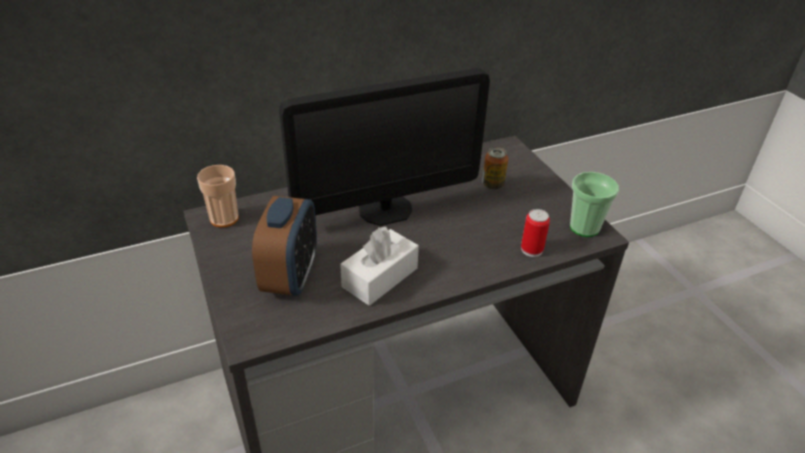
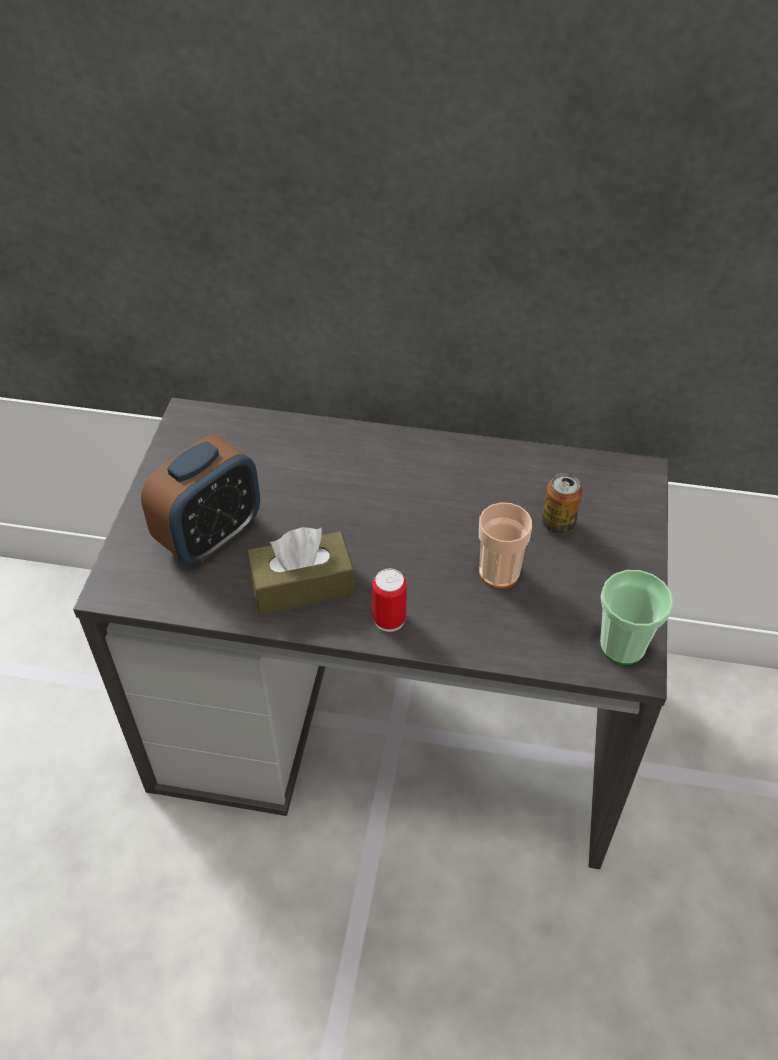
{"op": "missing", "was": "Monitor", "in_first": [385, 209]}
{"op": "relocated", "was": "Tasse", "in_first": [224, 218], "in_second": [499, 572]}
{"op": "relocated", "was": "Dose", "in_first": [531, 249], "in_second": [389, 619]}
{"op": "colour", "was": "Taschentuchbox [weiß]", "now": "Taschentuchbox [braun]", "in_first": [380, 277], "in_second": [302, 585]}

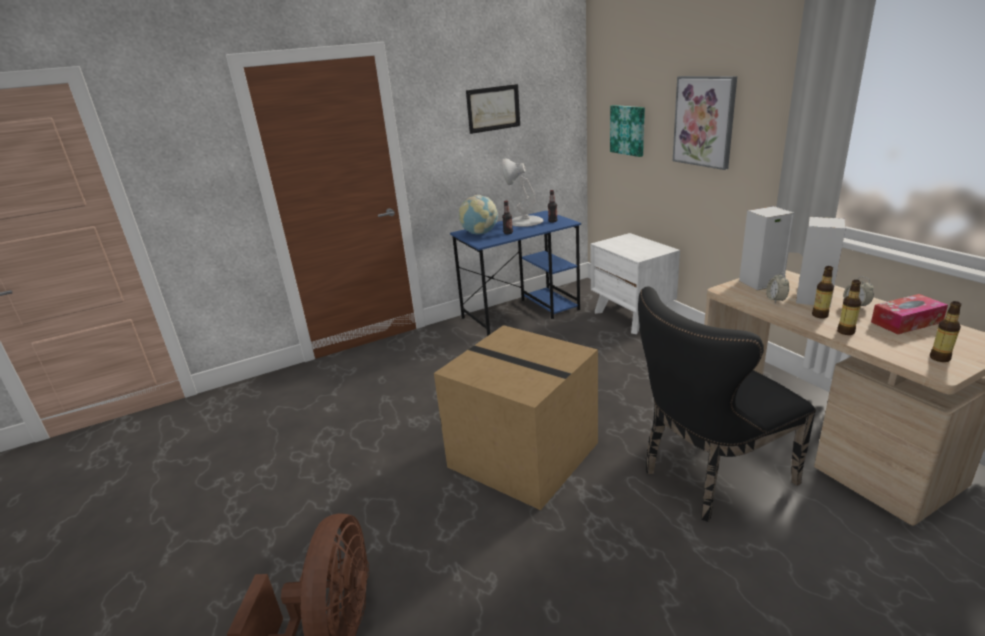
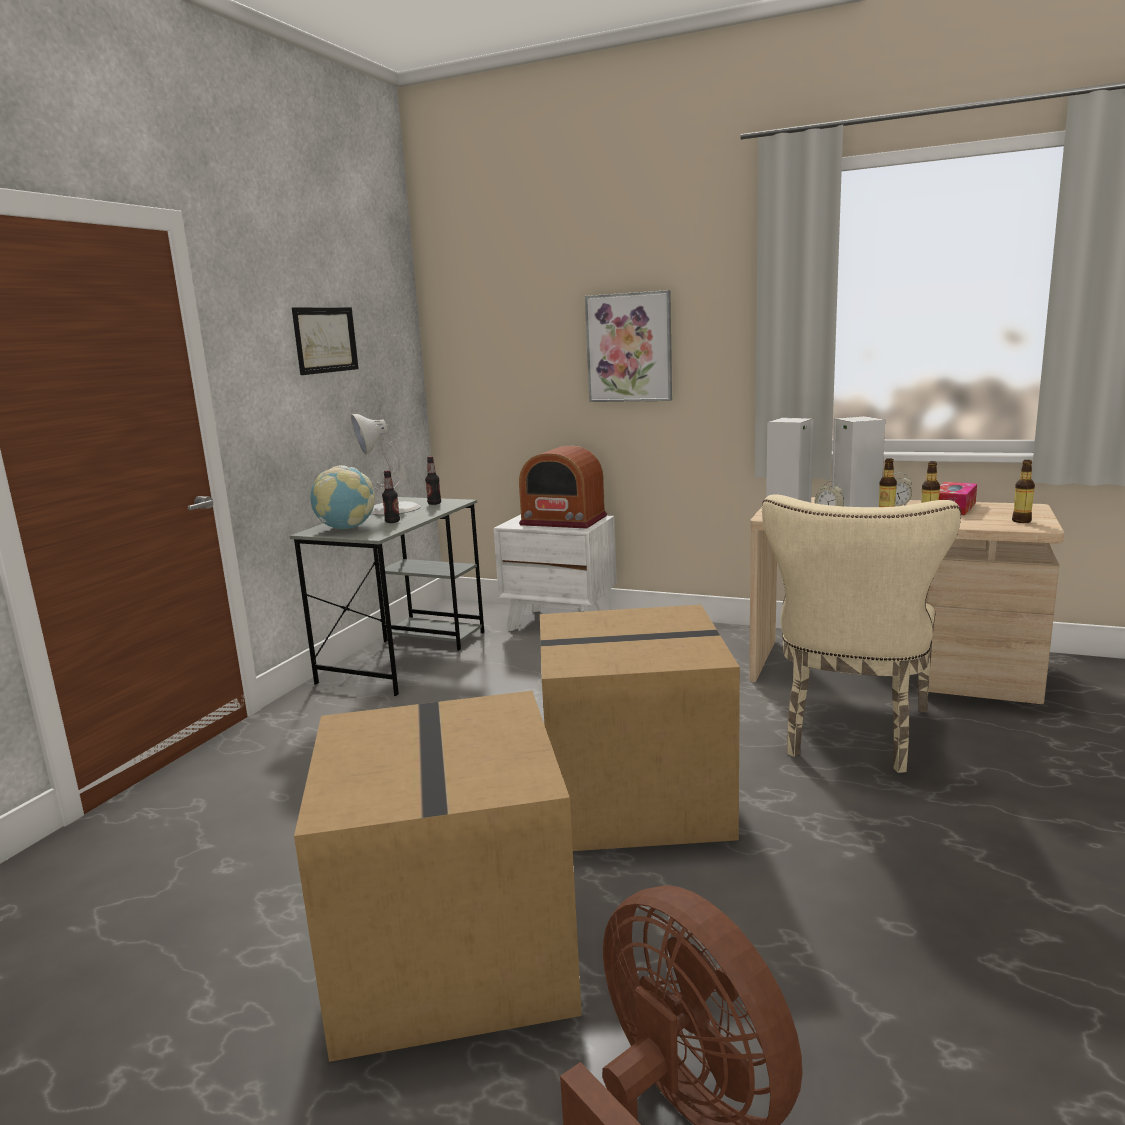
{"op": "missing", "was": "Bild", "in_first": [628, 130]}
{"op": "colour", "was": "Schreibtisch [blau]", "now": "Schreibtisch [grau]", "in_first": [521, 313], "in_second": [405, 655]}
{"op": "colour", "was": "Stuhl [schwarz]", "now": "Stuhl [beige]", "in_first": [709, 477], "in_second": [852, 736]}
{"op": "appeared", "now": "Radio", "in_second": [563, 520]}
{"op": "appeared", "now": "Karton", "in_second": [448, 949]}

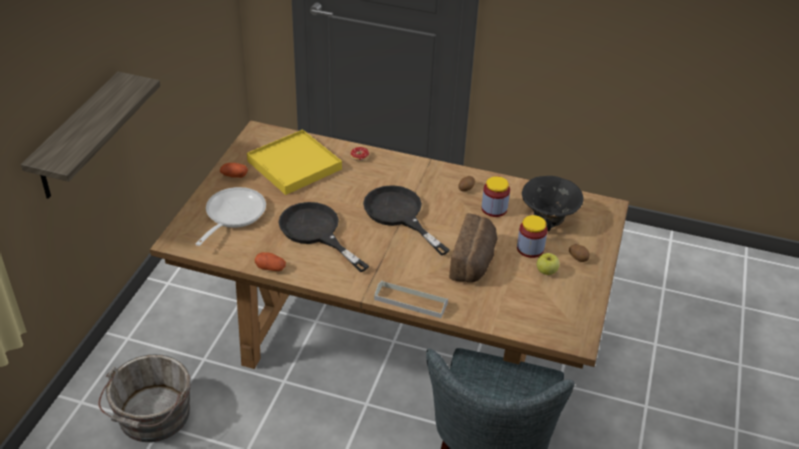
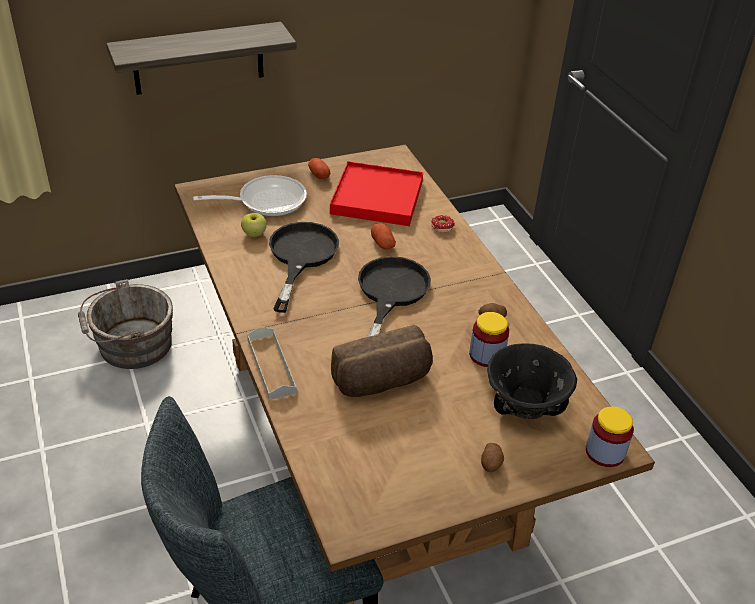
{"op": "colour", "was": "Tablett [gelb]", "now": "Tablett [rot]", "in_first": [294, 165], "in_second": [377, 198]}
{"op": "relocated", "was": "Vorratsglas", "in_first": [530, 248], "in_second": [605, 452]}
{"op": "relocated", "was": "Kartoffel", "in_first": [270, 268], "in_second": [383, 243]}
{"op": "relocated", "was": "Apfel", "in_first": [546, 271], "in_second": [254, 234]}

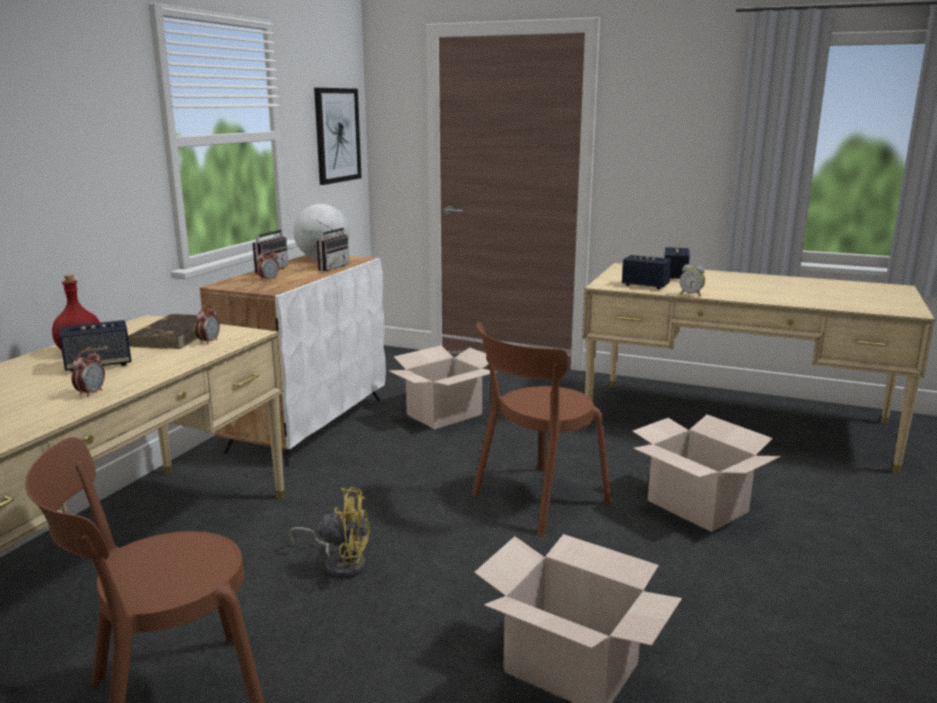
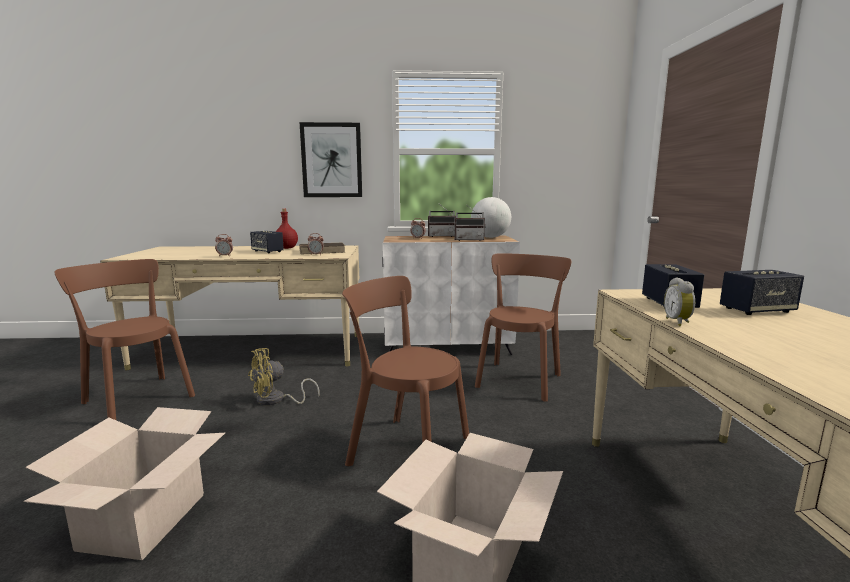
{"op": "relocated", "was": "Bild", "in_first": [337, 135], "in_second": [331, 160]}
{"op": "exchanged", "was": "Karton", "now": "Stuhl [braun]", "in_first": [444, 414], "in_second": [519, 379]}
{"op": "spun", "was": "Ventilator [gelb]", "in_first": [340, 563], "in_second": [276, 400], "clockwise": 75}

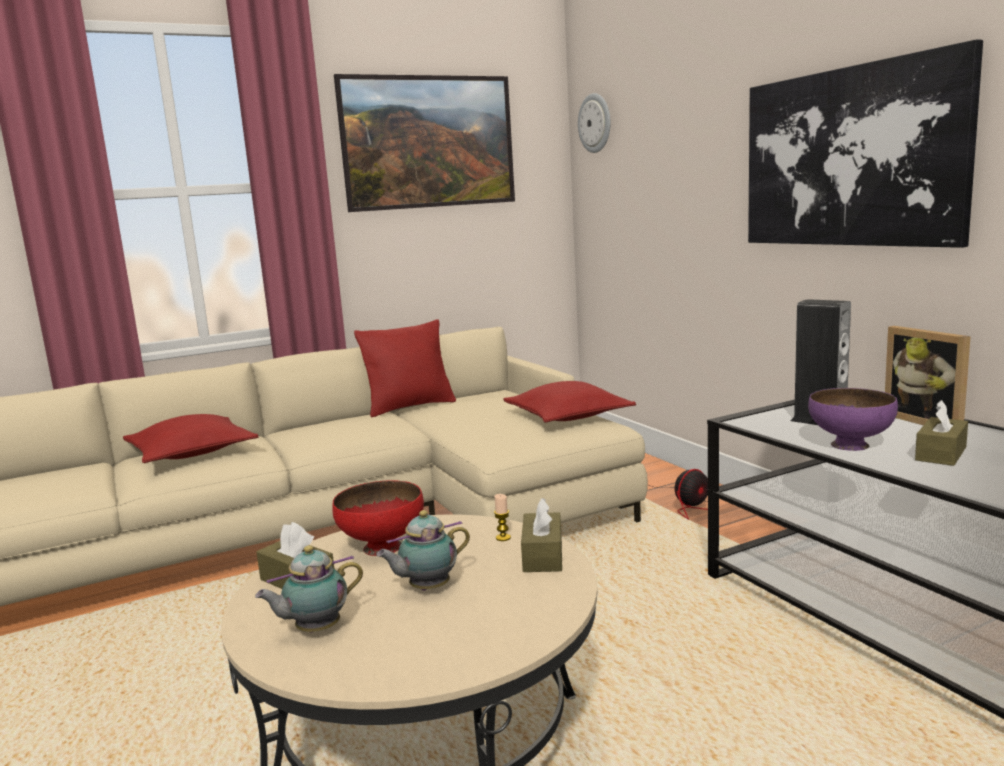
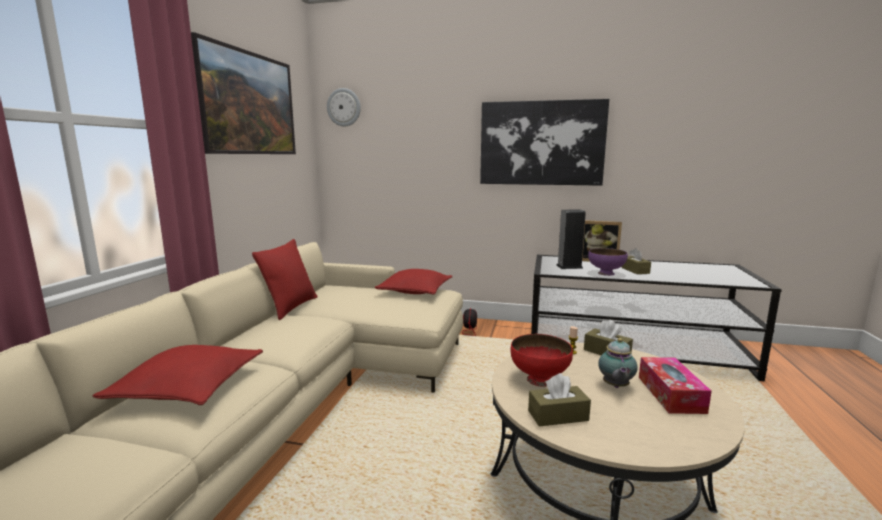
{"op": "missing", "was": "Teekanne", "in_first": [315, 630]}
{"op": "appeared", "now": "Taschentuchbox", "in_second": [670, 394]}

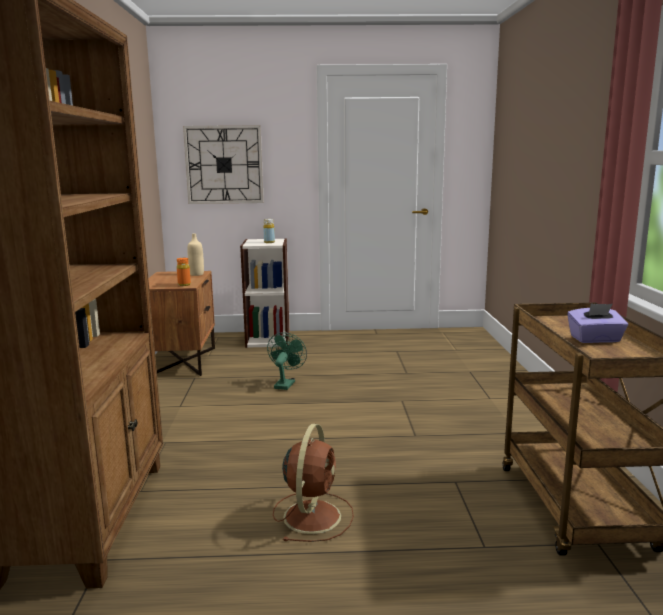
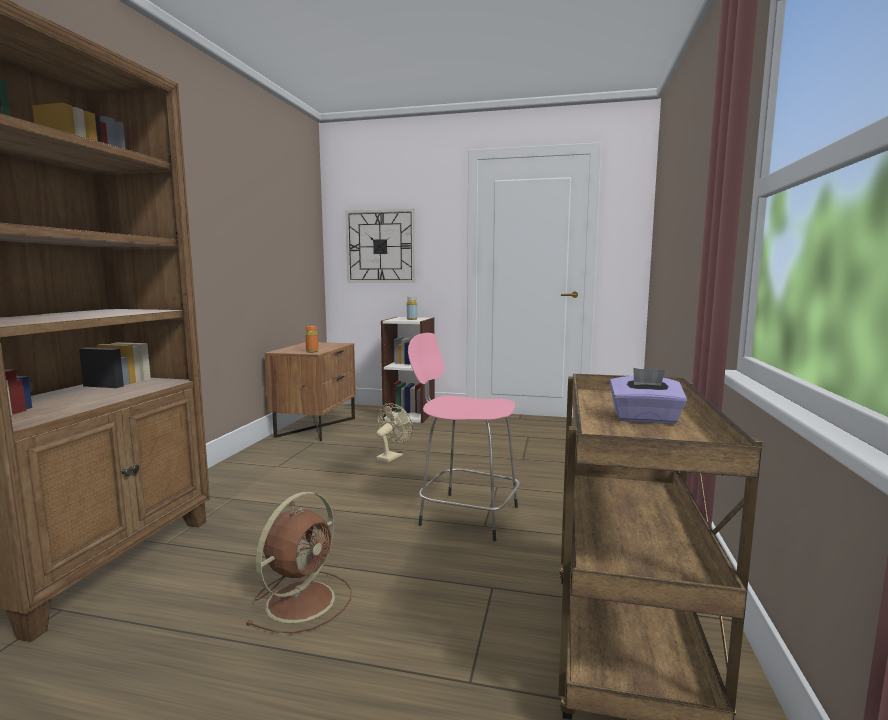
{"op": "missing", "was": "Flasche [beige]", "in_first": [196, 274]}
{"op": "colour", "was": "Ventilator [grün]", "now": "Ventilator [beige]", "in_first": [285, 383], "in_second": [392, 456]}
{"op": "appeared", "now": "Hocker [rosa]", "in_second": [466, 515]}

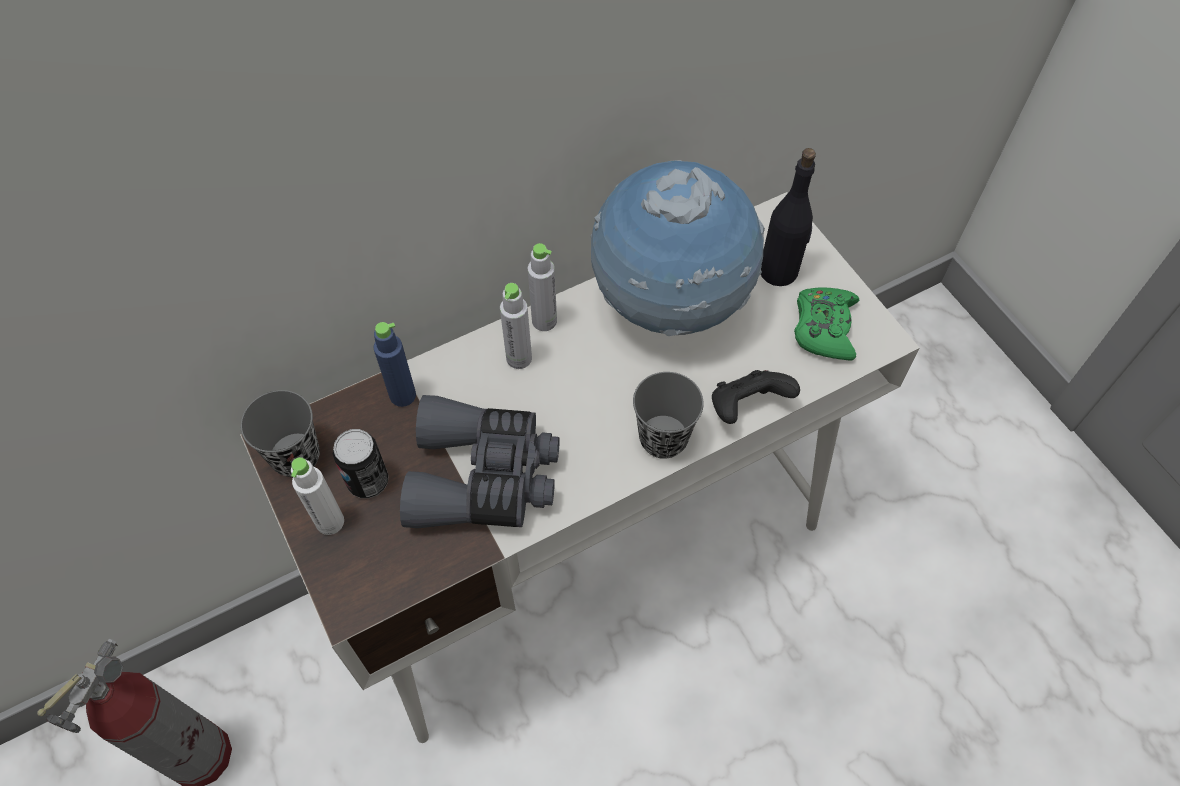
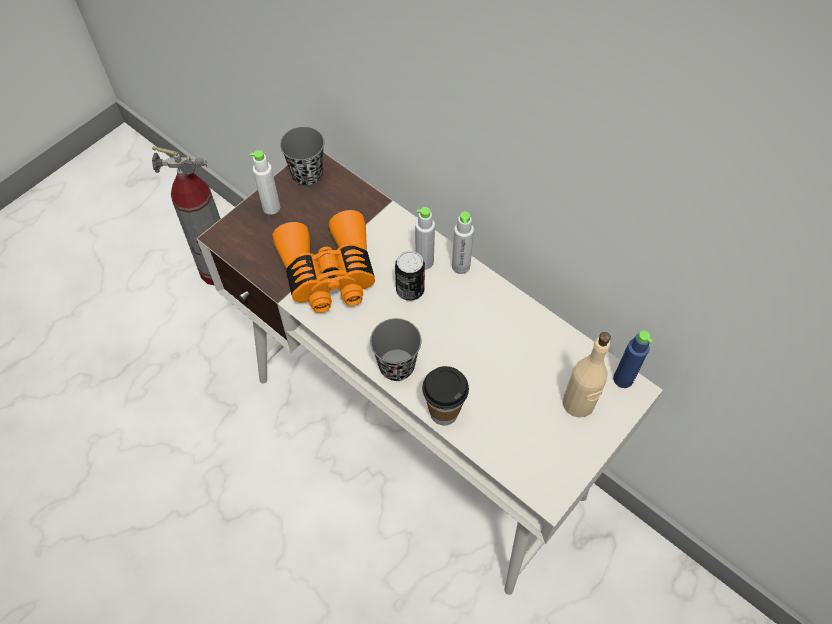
{"op": "colour", "was": "Flasche [schwarz]", "now": "Flasche [beige]", "in_first": [779, 271], "in_second": [578, 403]}
{"op": "missing", "was": "Globus", "in_first": [670, 305]}
{"op": "missing", "was": "Gamepad [grün]", "in_first": [824, 328]}
{"op": "relocated", "was": "Flasche [blau]", "in_first": [403, 395], "in_second": [623, 379]}
{"op": "exchanged", "was": "Gamepad [schwarz]", "now": "Tasse", "in_first": [746, 407], "in_second": [443, 412]}
{"op": "colour", "was": "Fernglas [grau]", "now": "Fernglas [orange]", "in_first": [484, 477], "in_second": [329, 273]}
{"op": "relocated", "was": "Dose", "in_first": [368, 481], "in_second": [410, 290]}

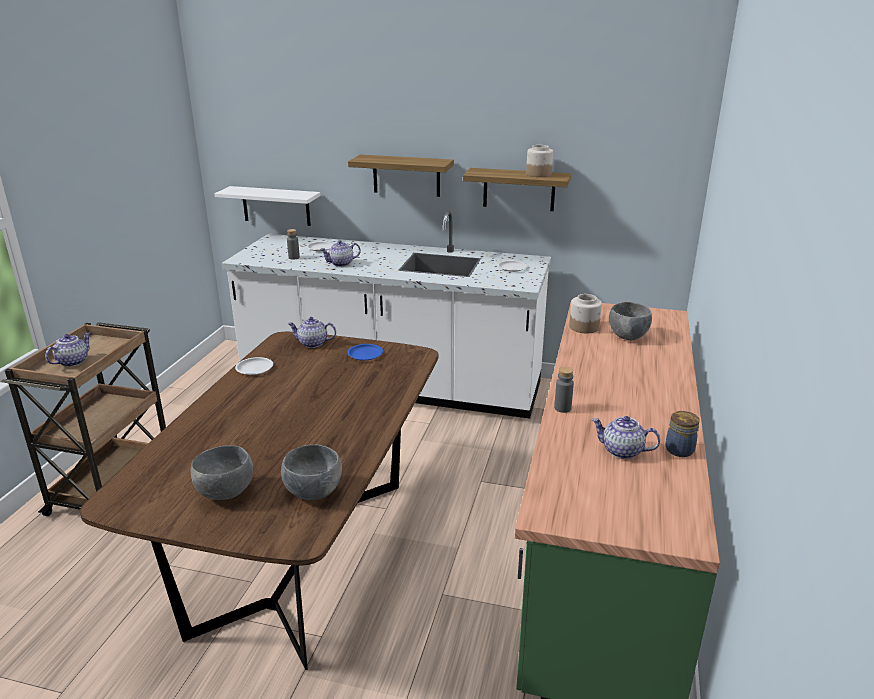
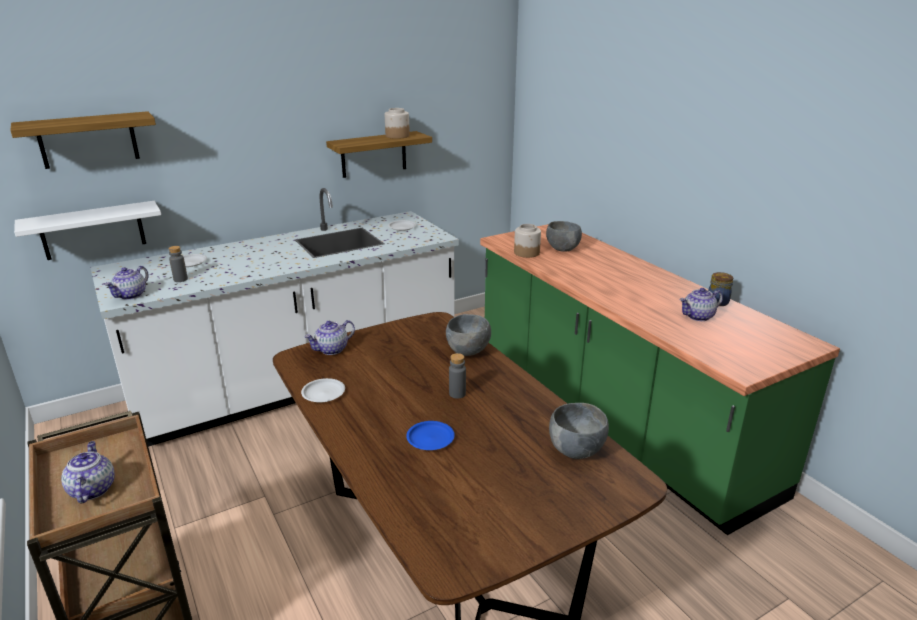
{"op": "relocated", "was": "Wandregal", "in_first": [406, 175], "in_second": [88, 140]}
{"op": "relocated", "was": "Teekanne", "in_first": [341, 264], "in_second": [131, 295]}
{"op": "relocated", "was": "Teller [blau]", "in_first": [365, 354], "in_second": [431, 438]}
{"op": "relocated", "was": "Flasche [grau]", "in_first": [562, 408], "in_second": [457, 394]}
{"op": "relocated", "was": "Schüssel [grau]", "in_first": [226, 493], "in_second": [468, 351]}

